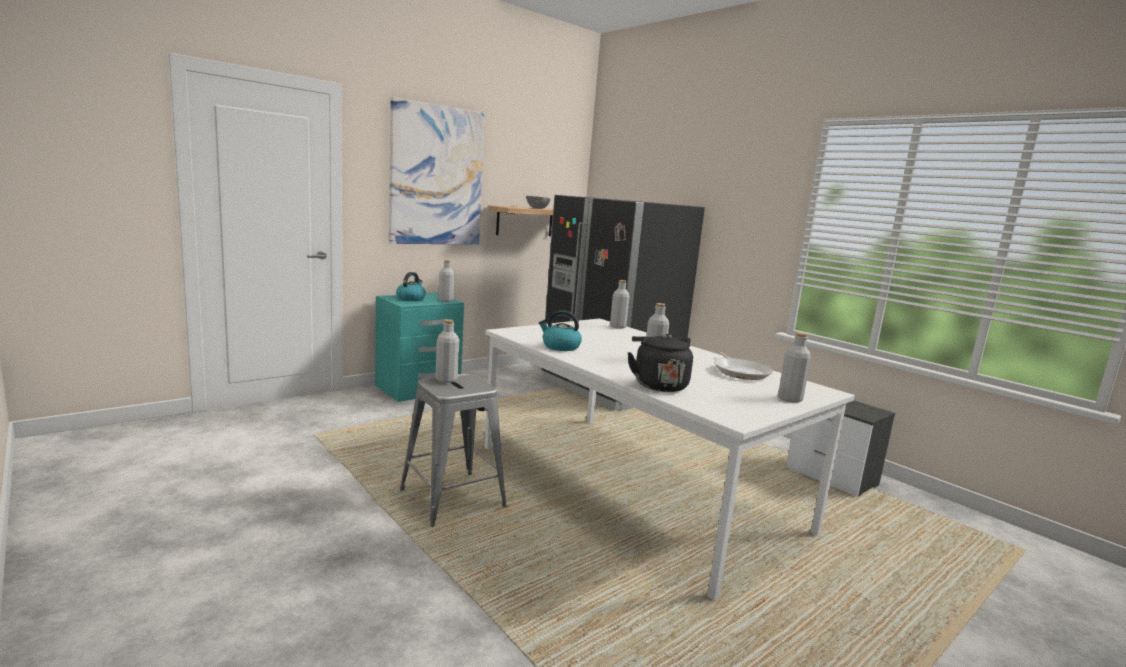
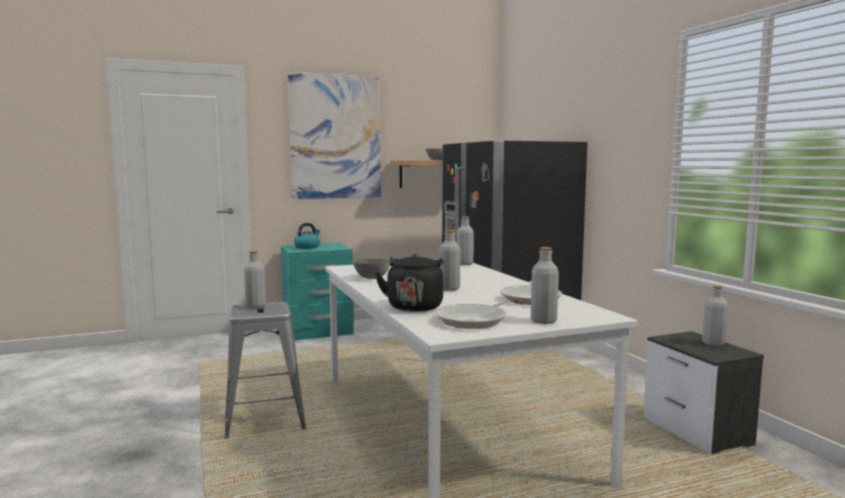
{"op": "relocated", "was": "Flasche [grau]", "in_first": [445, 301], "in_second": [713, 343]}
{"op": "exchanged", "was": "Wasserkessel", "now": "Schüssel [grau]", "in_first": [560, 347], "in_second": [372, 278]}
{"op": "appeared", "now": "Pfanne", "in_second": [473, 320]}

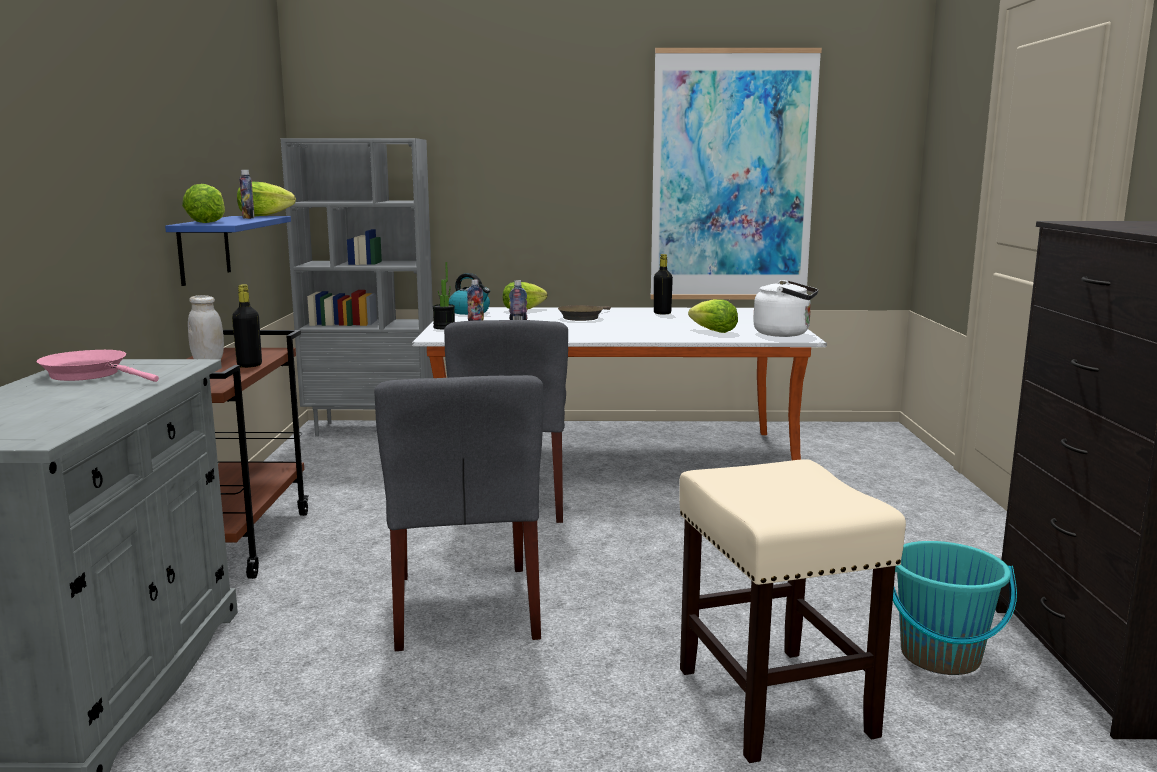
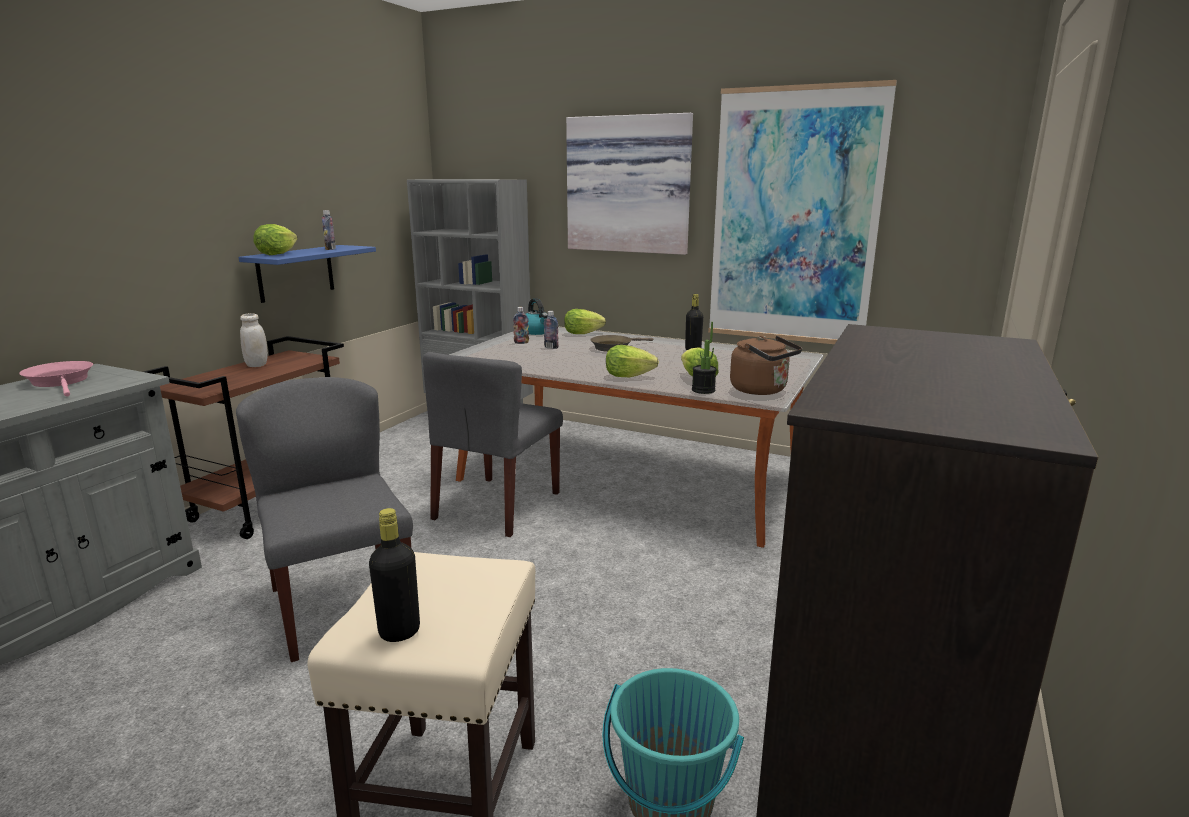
{"op": "relocated", "was": "Salatkopf", "in_first": [263, 216], "in_second": [628, 376]}
{"op": "relocated", "was": "Topfpflanze", "in_first": [444, 327], "in_second": [703, 390]}
{"op": "colour", "was": "Wasserkessel [weiß]", "now": "Wasserkessel [braun]", "in_first": [785, 334], "in_second": [762, 390]}
{"op": "relocated", "was": "Flasche [schwarz]", "in_first": [249, 365], "in_second": [399, 632]}
{"op": "spun", "was": "Stuhl [grau]", "in_first": [465, 607], "in_second": [341, 605], "clockwise": 135}
{"op": "appeared", "now": "Bild", "in_second": [629, 185]}

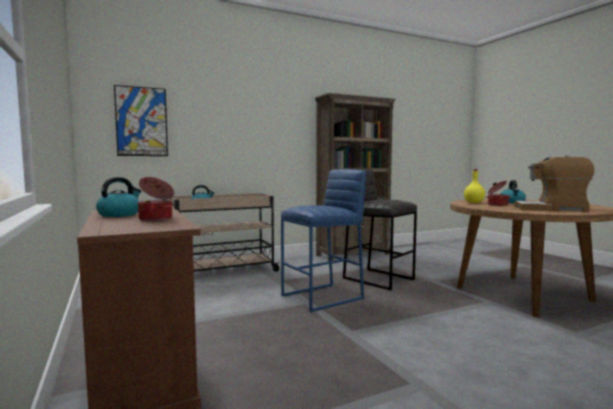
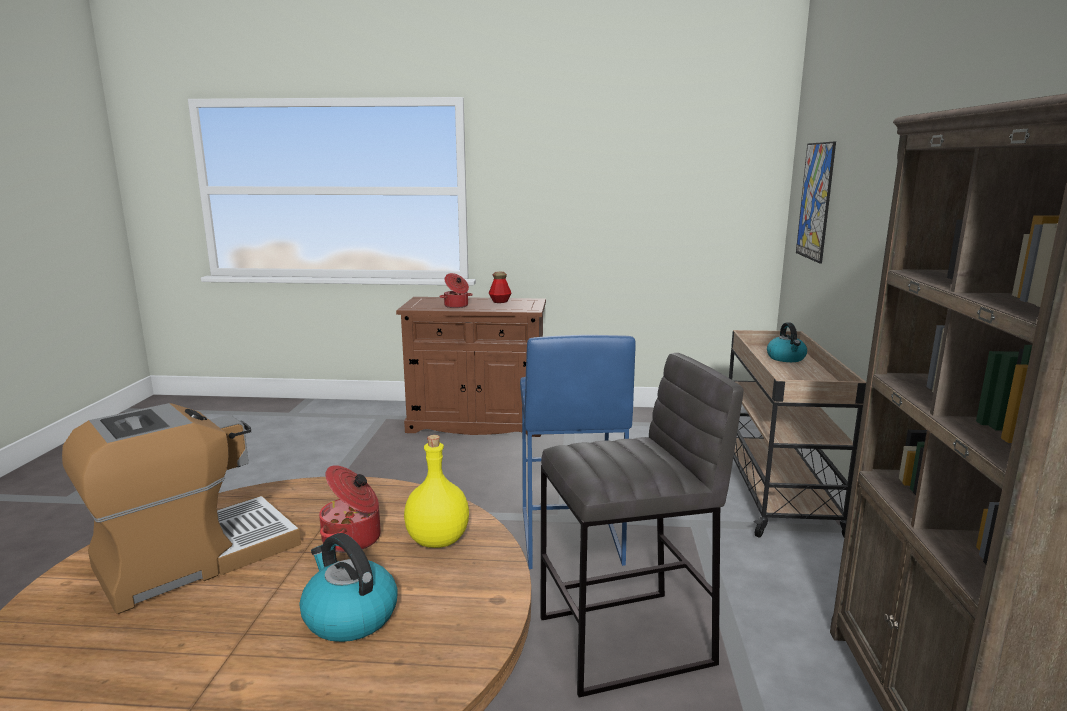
{"op": "exchanged", "was": "Wasserkessel", "now": "Flasche", "in_first": [119, 214], "in_second": [500, 301]}

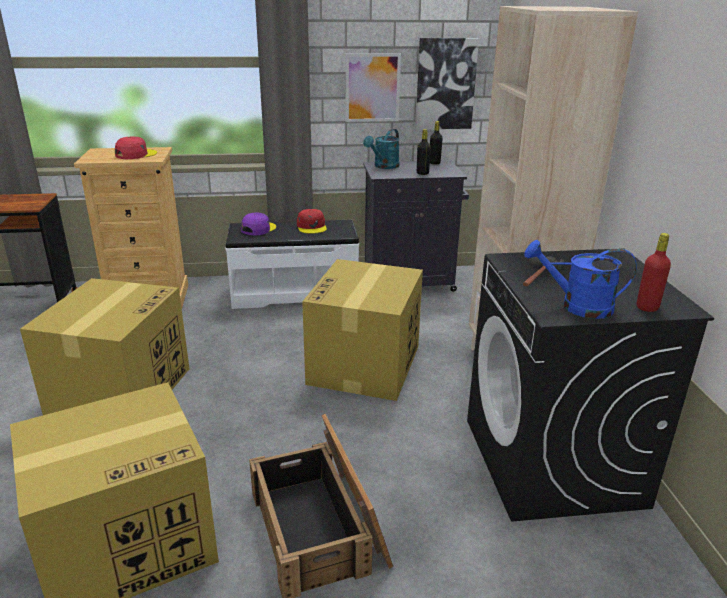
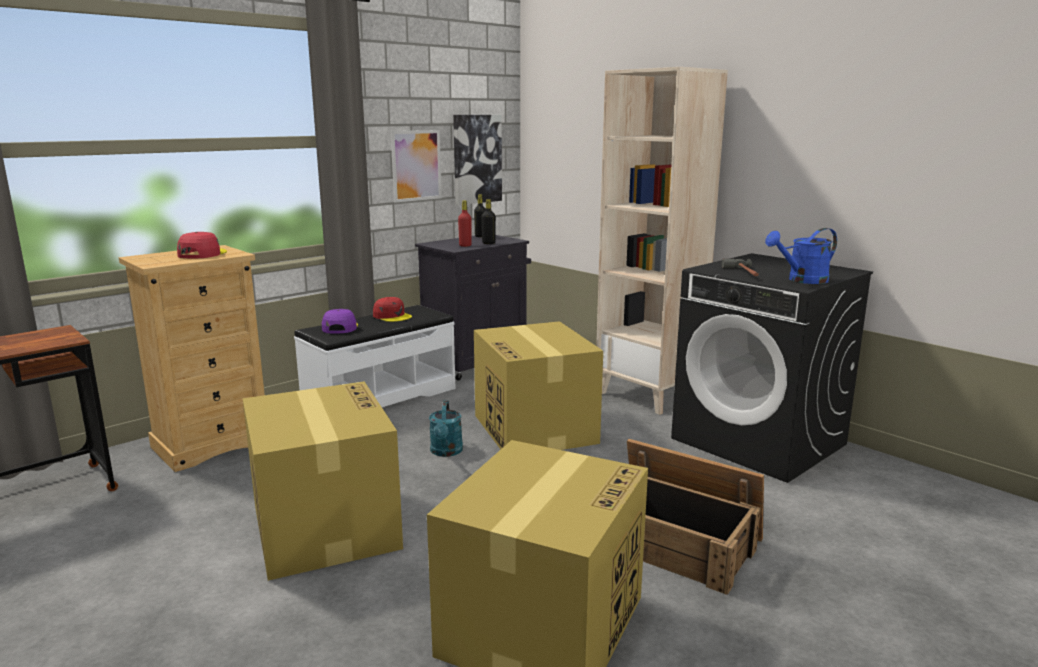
{"op": "relocated", "was": "Gießkanne [türkis]", "in_first": [384, 166], "in_second": [446, 452]}
{"op": "relocated", "was": "Flasche [rot]", "in_first": [647, 307], "in_second": [465, 245]}

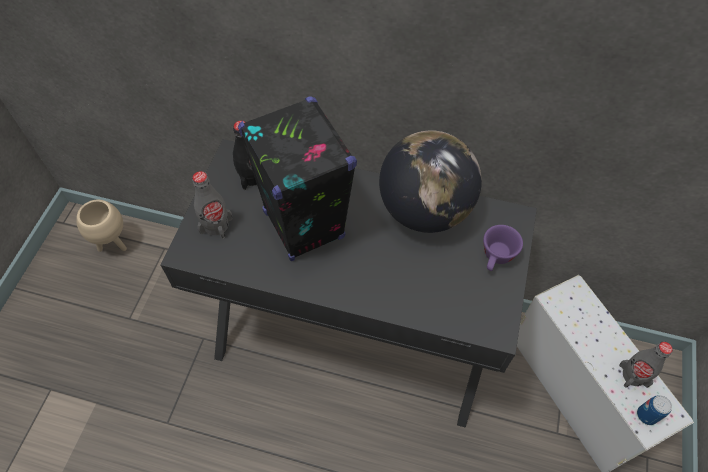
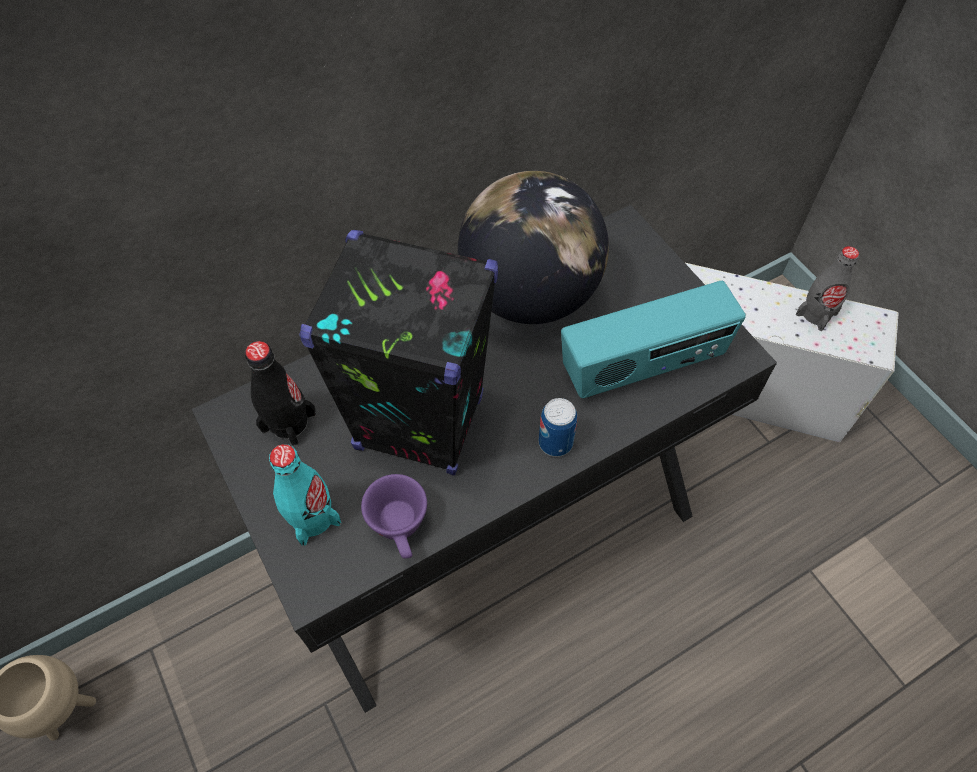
{"op": "colour", "was": "Flasche [grau]", "now": "Flasche [türkis]", "in_first": [216, 225], "in_second": [312, 517]}
{"op": "relocated", "was": "Tasse [lila]", "in_first": [496, 258], "in_second": [401, 528]}
{"op": "relocated", "was": "Dose", "in_first": [646, 415], "in_second": [555, 442]}
{"op": "appeared", "now": "Radio", "in_second": [643, 366]}

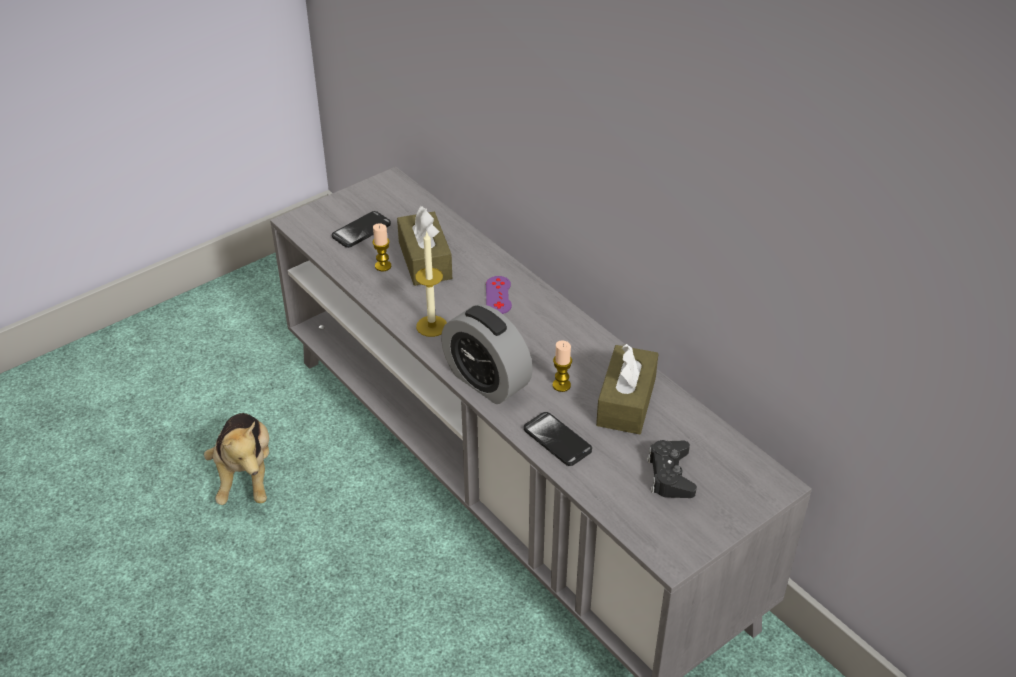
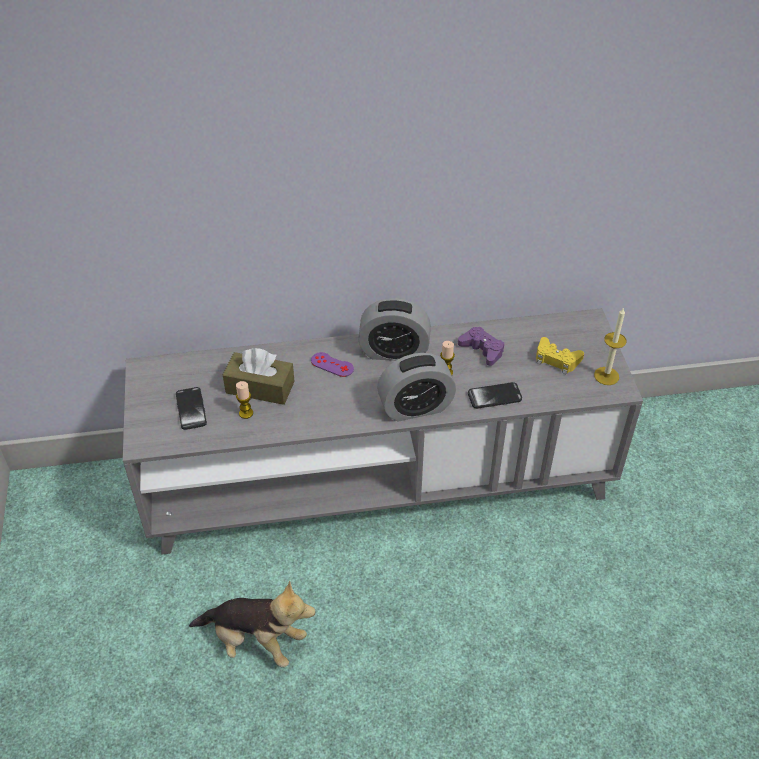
{"op": "relocated", "was": "Kerze", "in_first": [432, 326], "in_second": [606, 376]}
{"op": "exchanged", "was": "Taschentuchbox [braun]", "now": "Gamepad [lila]", "in_first": [626, 401], "in_second": [482, 350]}
{"op": "colour", "was": "Gamepad [schwarz]", "now": "Gamepad [gelb]", "in_first": [670, 475], "in_second": [556, 359]}
{"op": "appeared", "now": "Wecker", "in_second": [394, 351]}

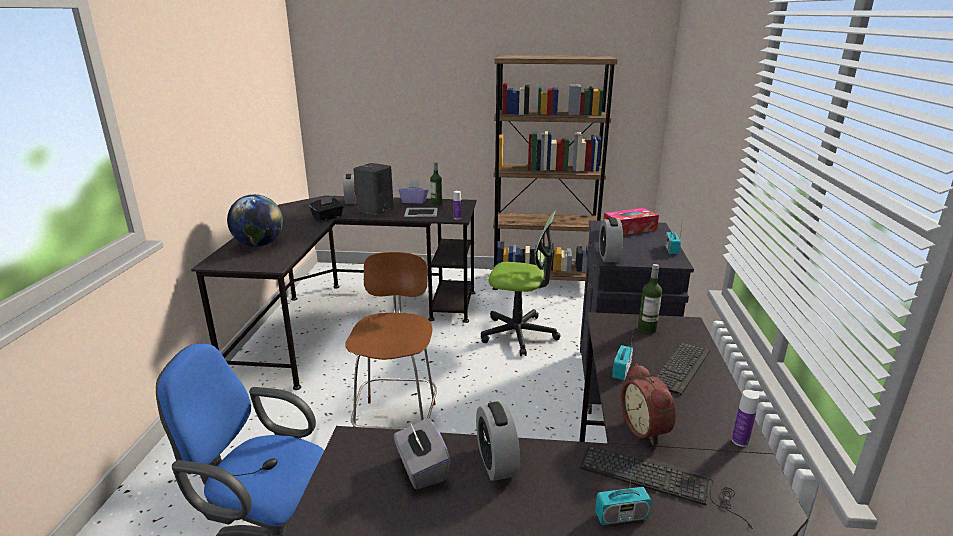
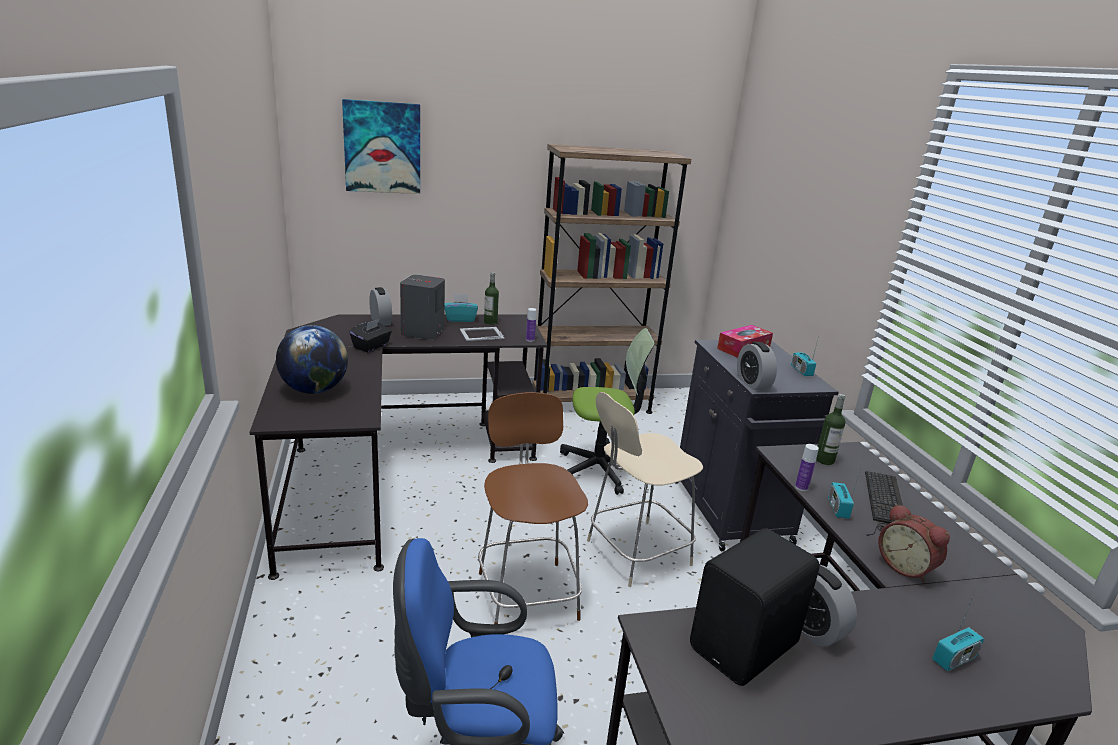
{"op": "colour", "was": "Taschentuchbox [lila]", "now": "Taschentuchbox [türkis]", "in_first": [414, 201], "in_second": [460, 319]}
{"op": "relocated", "was": "Flasche", "in_first": [740, 441], "in_second": [801, 487]}
{"op": "exchanged", "was": "Taschentuchbox [grau]", "now": "Lautsprecher [schwarz]", "in_first": [421, 469], "in_second": [746, 648]}
{"op": "missing", "was": "Tastatur", "in_first": [659, 480]}
{"op": "appeared", "now": "Bild", "in_second": [382, 147]}
{"op": "appeared", "now": "Stuhl [beige]", "in_second": [635, 553]}

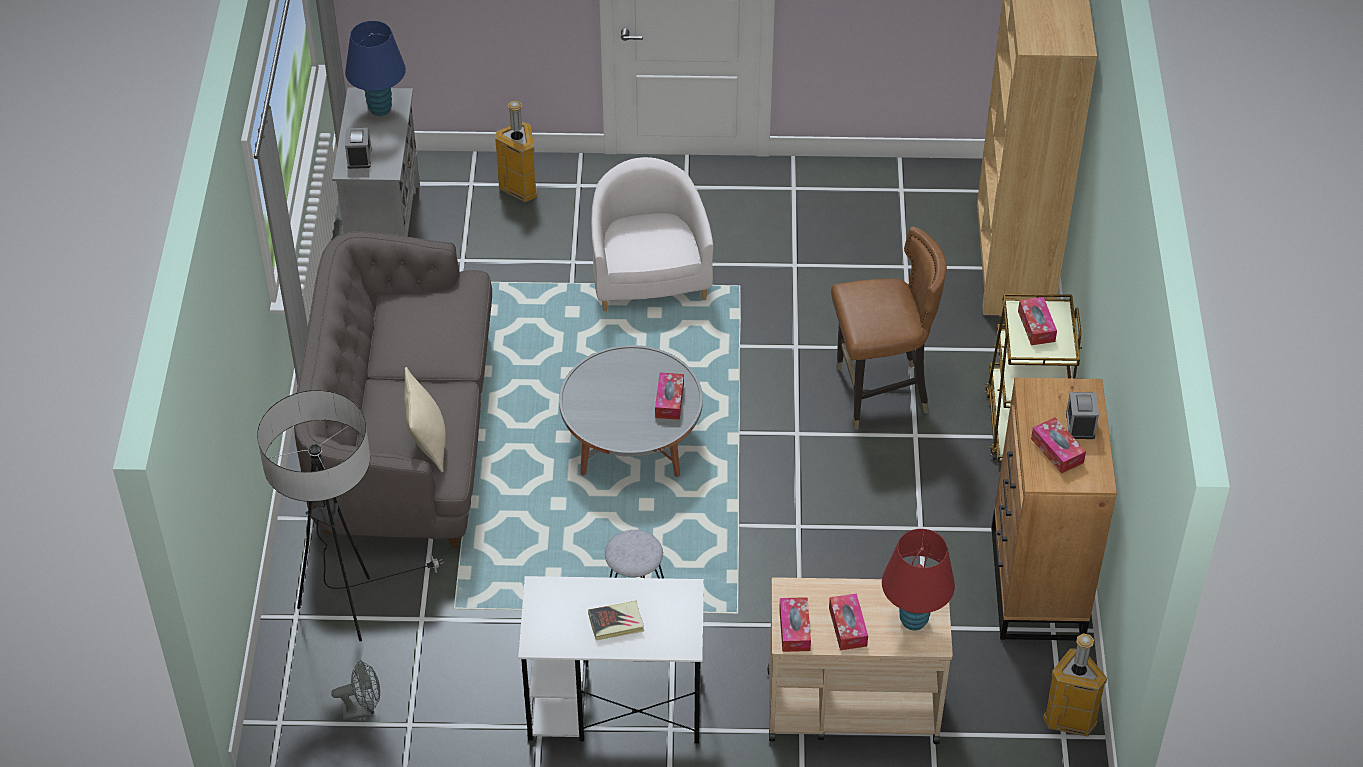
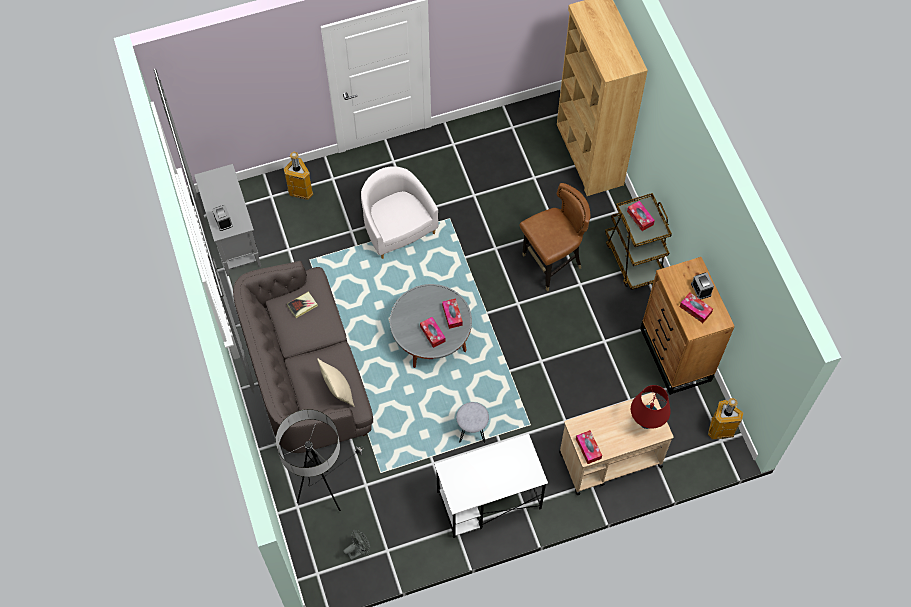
{"op": "missing", "was": "Tischlampe [blau]", "in_first": [380, 109]}
{"op": "relocated", "was": "Taschentuchbox", "in_first": [847, 627], "in_second": [432, 334]}
{"op": "relocated", "was": "Buch", "in_first": [616, 623], "in_second": [302, 305]}

